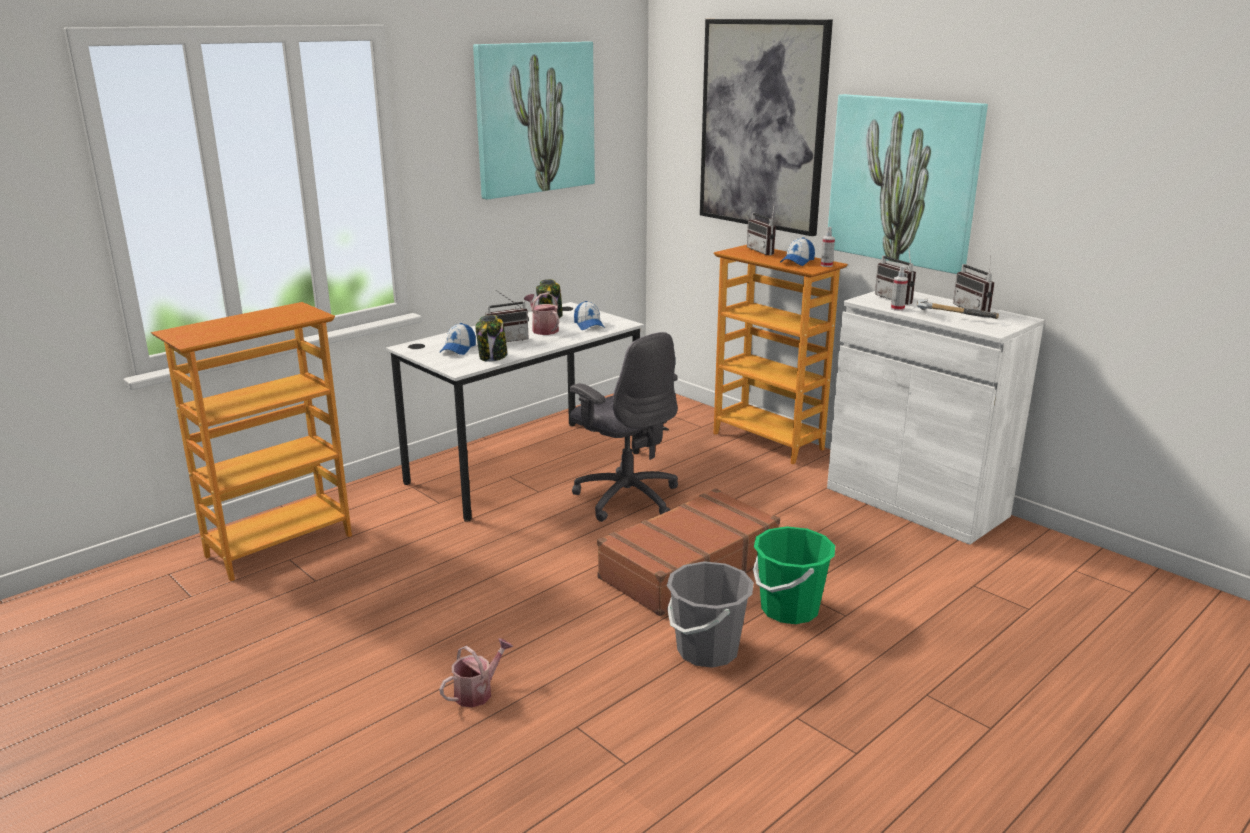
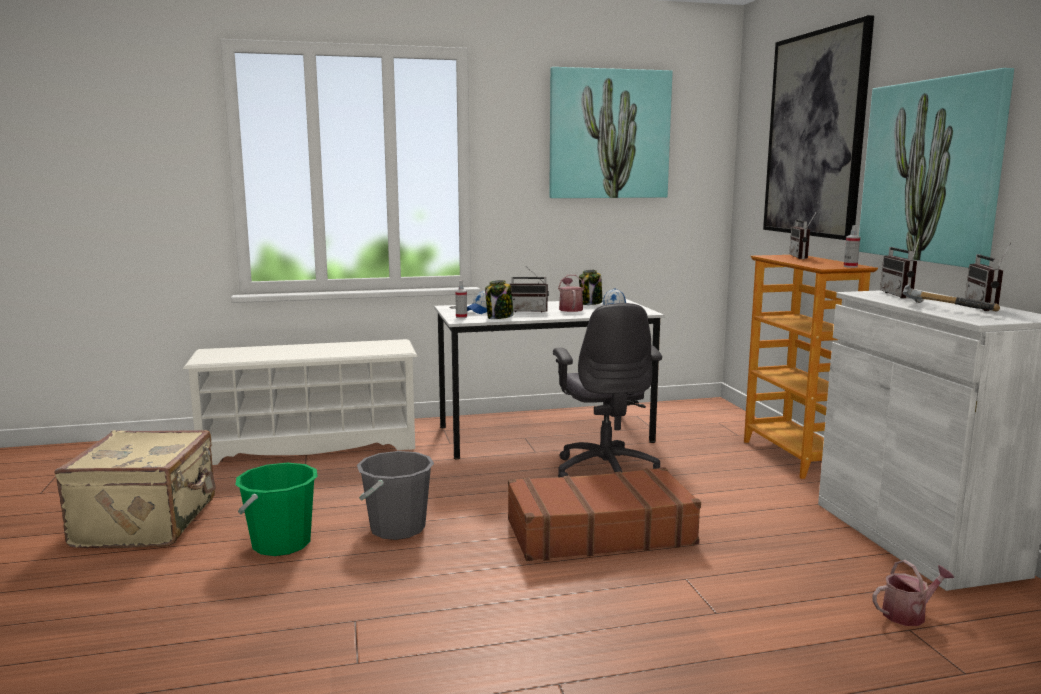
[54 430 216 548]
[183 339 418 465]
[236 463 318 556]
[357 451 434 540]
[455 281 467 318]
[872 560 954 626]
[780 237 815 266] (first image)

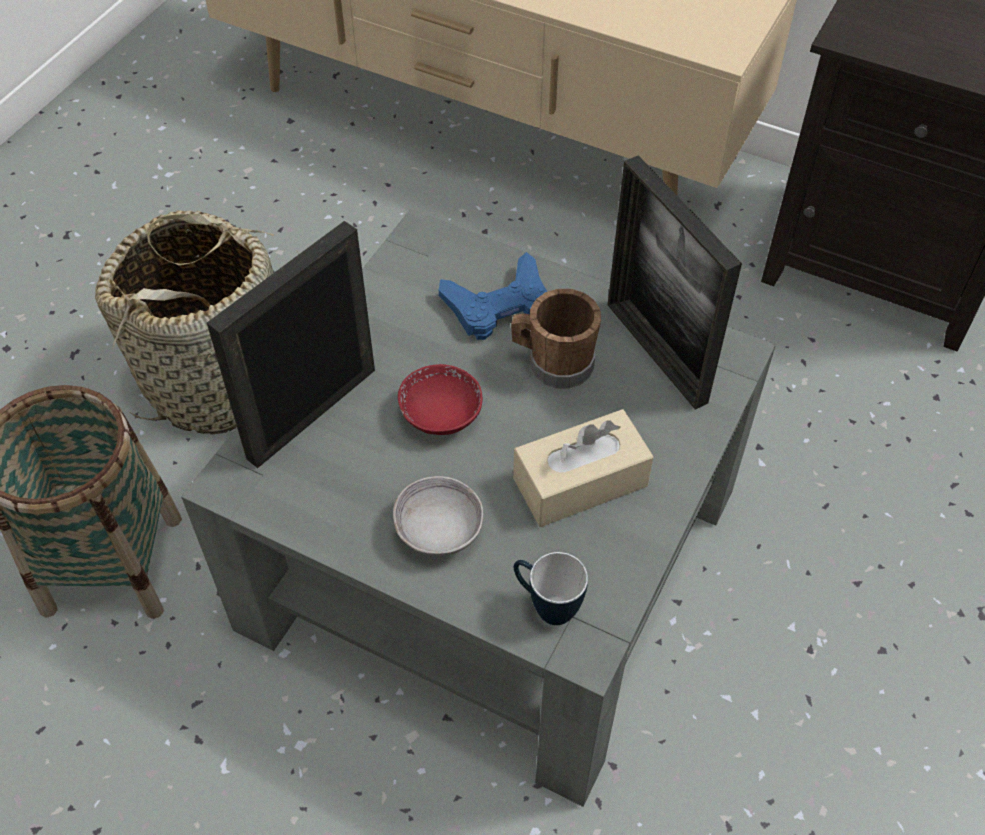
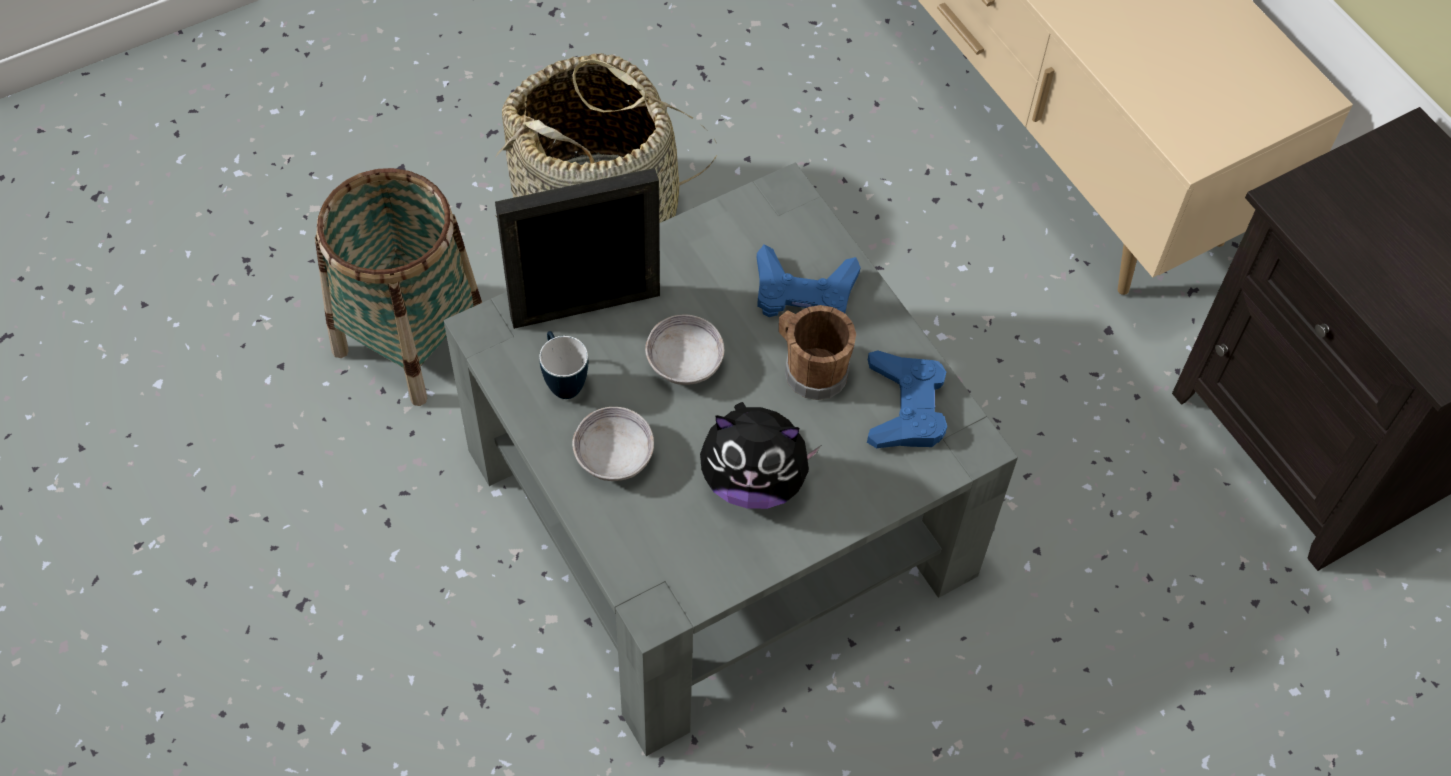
[539 331 588 399]
[645 315 724 385]
[700 402 821 509]
[867 350 947 448]

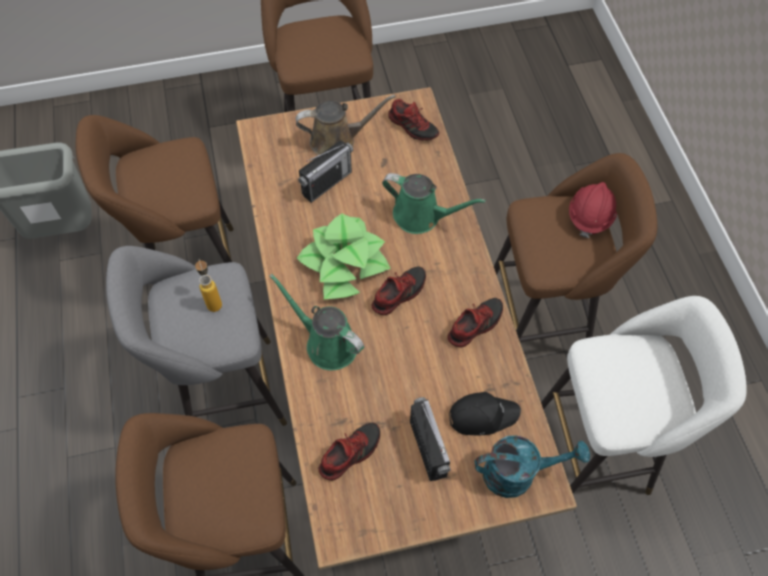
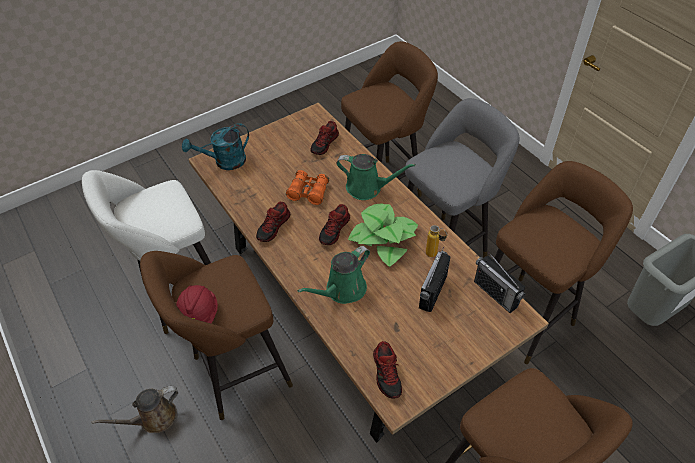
[91 386 178 433]
[286 170 329 205]
[298 246 370 304]
[373 341 402 398]
[426 225 448 257]
[474 252 525 313]
[449 392 521 435] (first image)

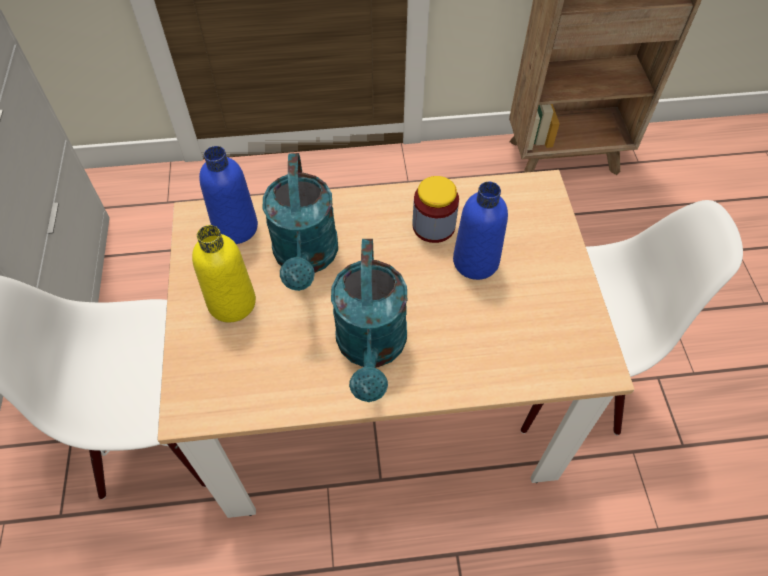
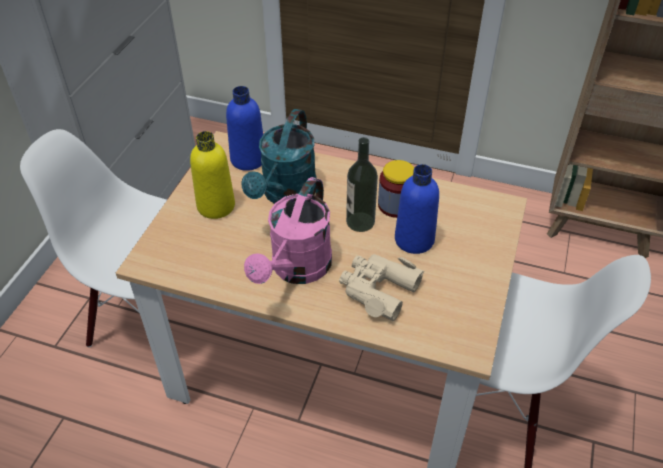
[244 177 332 284]
[339 254 424 321]
[346 137 378 232]

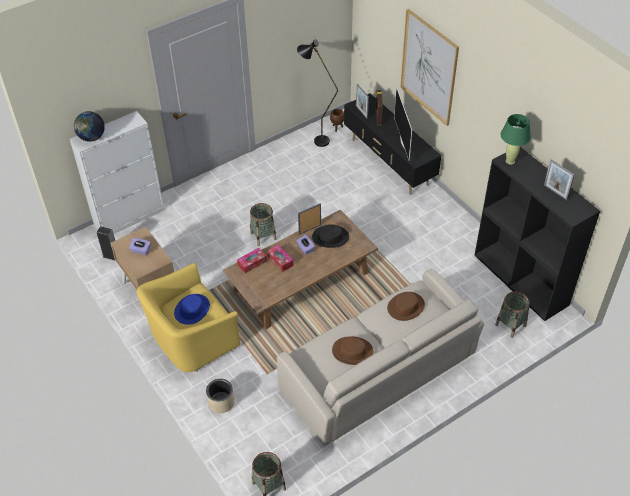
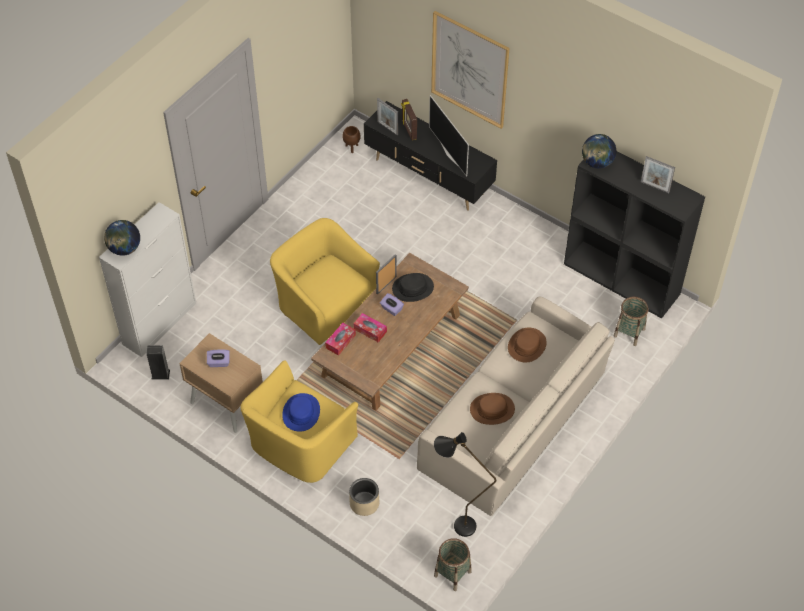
[270 218 380 345]
[434 432 496 537]
[582 134 616 169]

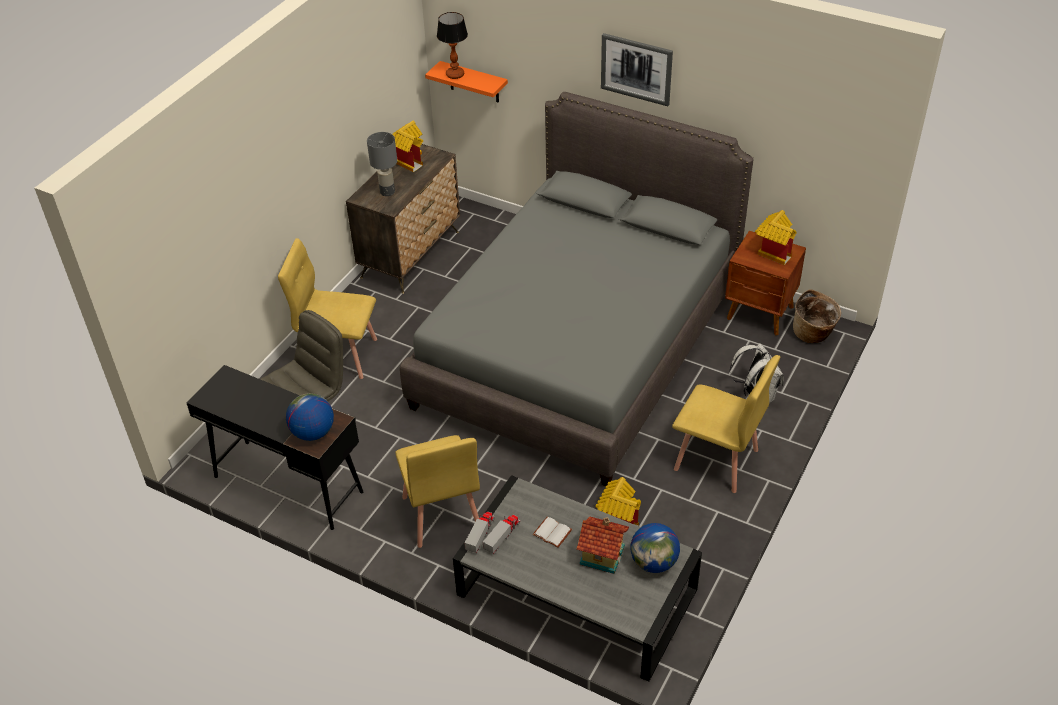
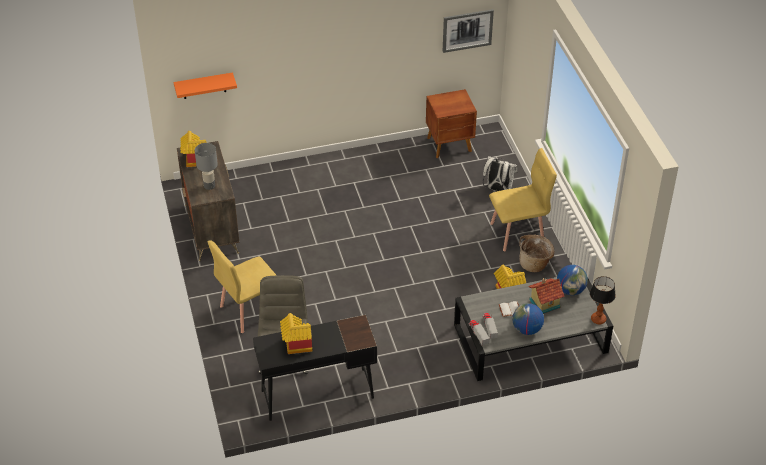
[280 313 313 354]
[443 9 494 53]
[512 303 544 335]
[519 235 555 272]
[590 276 616 324]
[395 435 480 548] (first image)
[400 92 754 486] (first image)

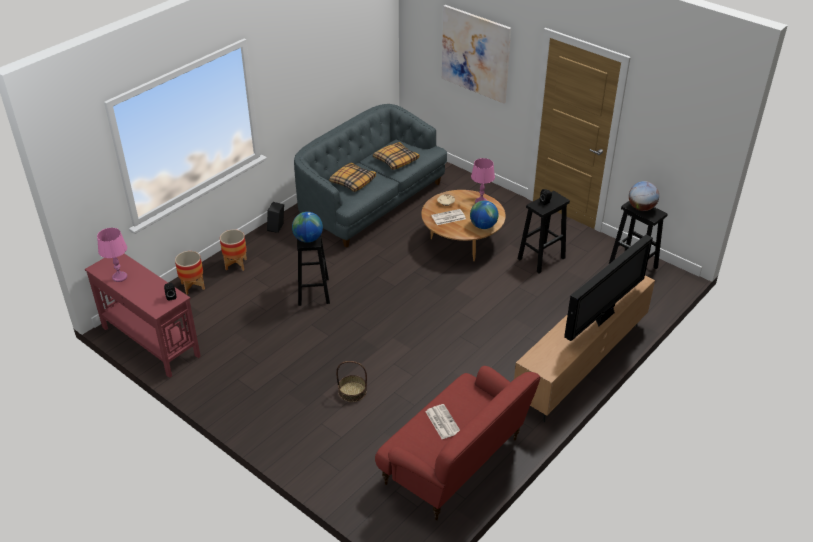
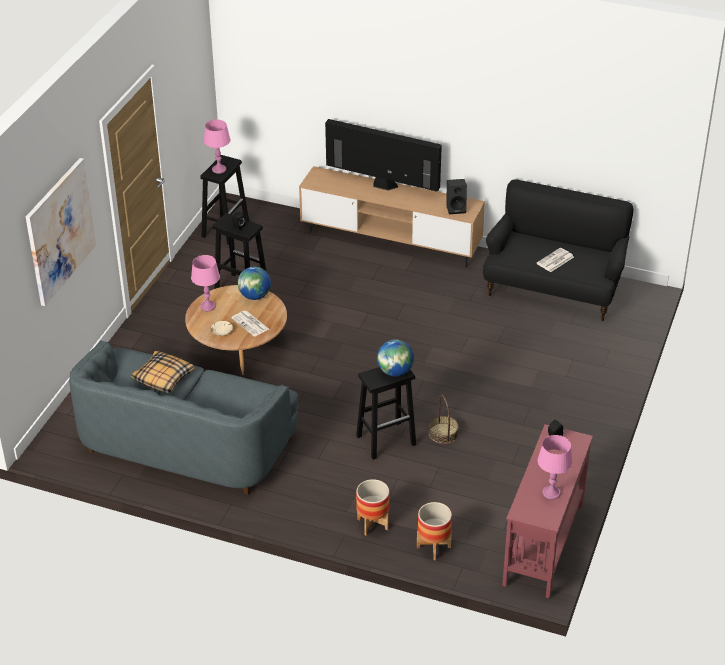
[204 120 231 174]
[428 395 459 444]
[446 179 467 214]
[483 179 634 321]
[329 163 376 192] (first image)

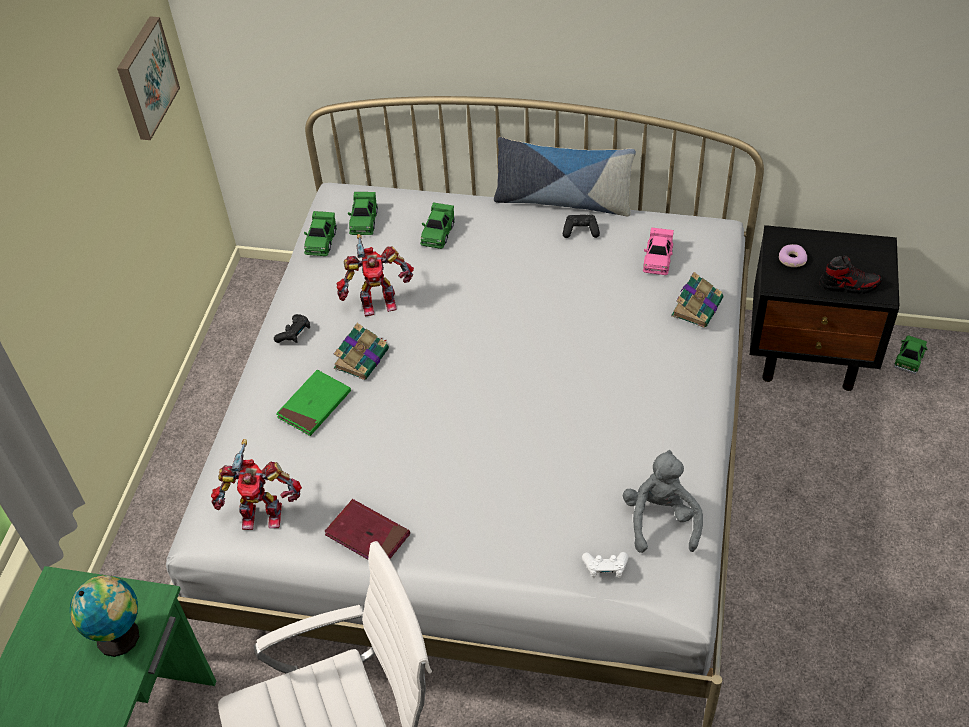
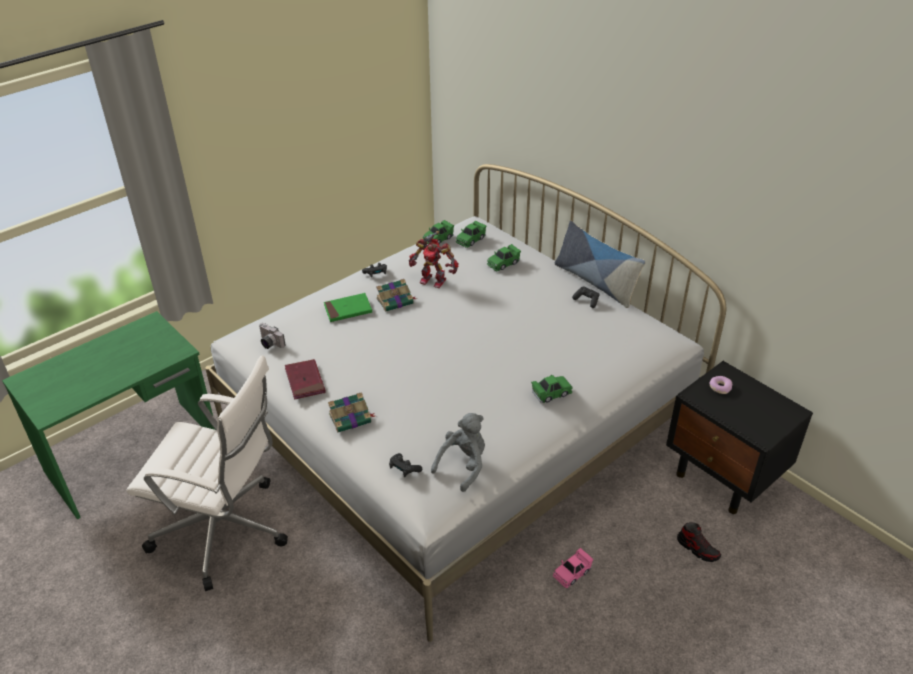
[259 323 285 349]
[328 392 375 433]
[389 453 422 477]
[531 375 573 403]
[553 548 593 588]
[677 522 721 562]
[70 575 139 657] (first image)
[117 16 180 140] (first image)

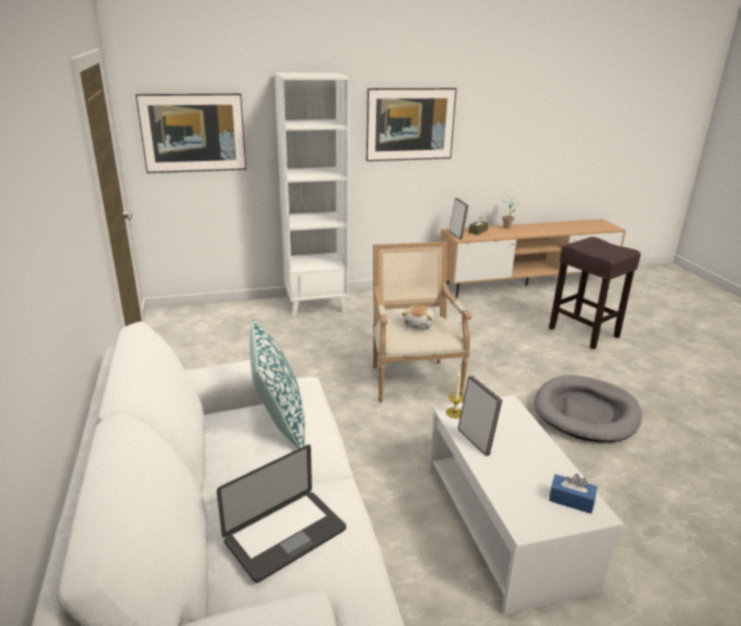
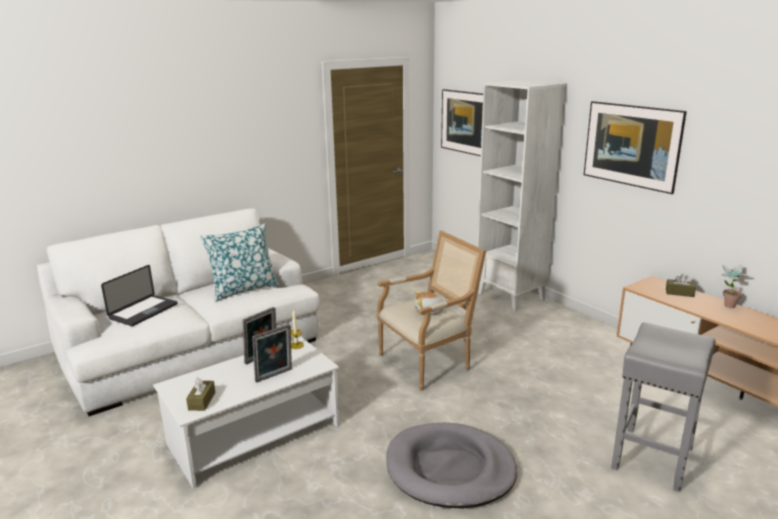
[101 265 178 326]
[186 377 215 411]
[252 324 292 382]
[611 323 716 492]

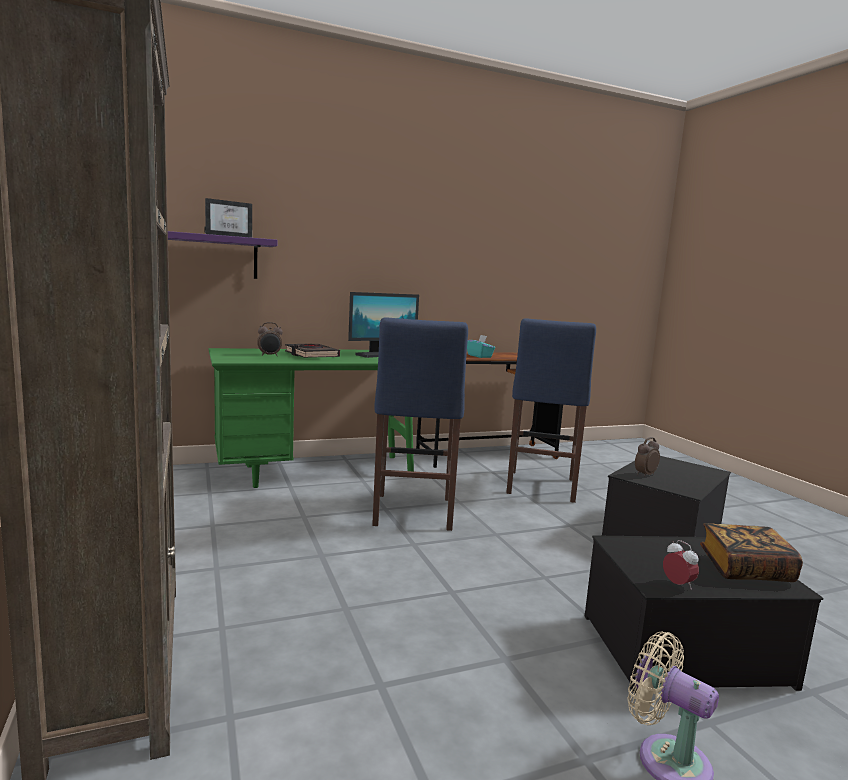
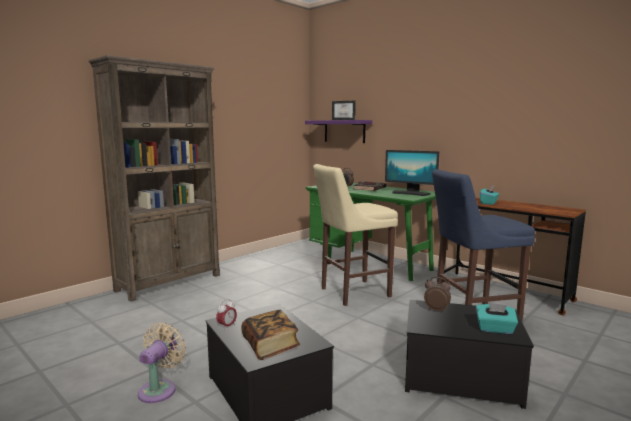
[313 164 398 306]
[476 303 518 334]

